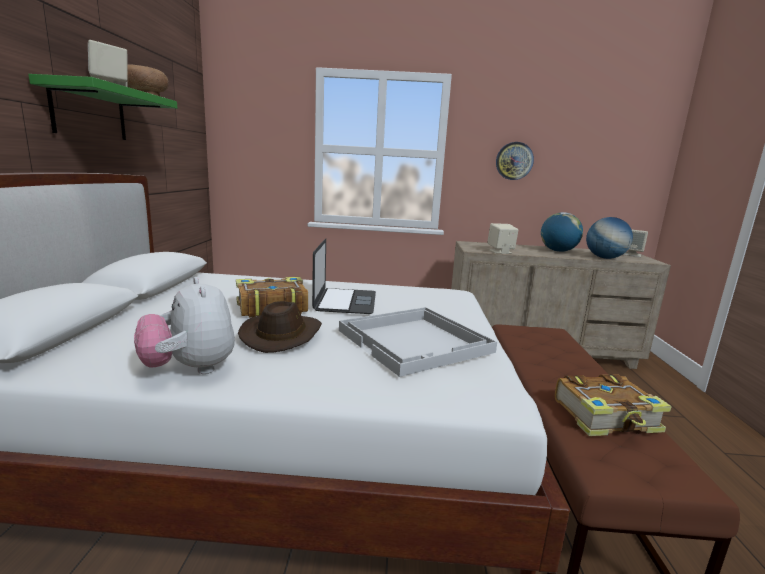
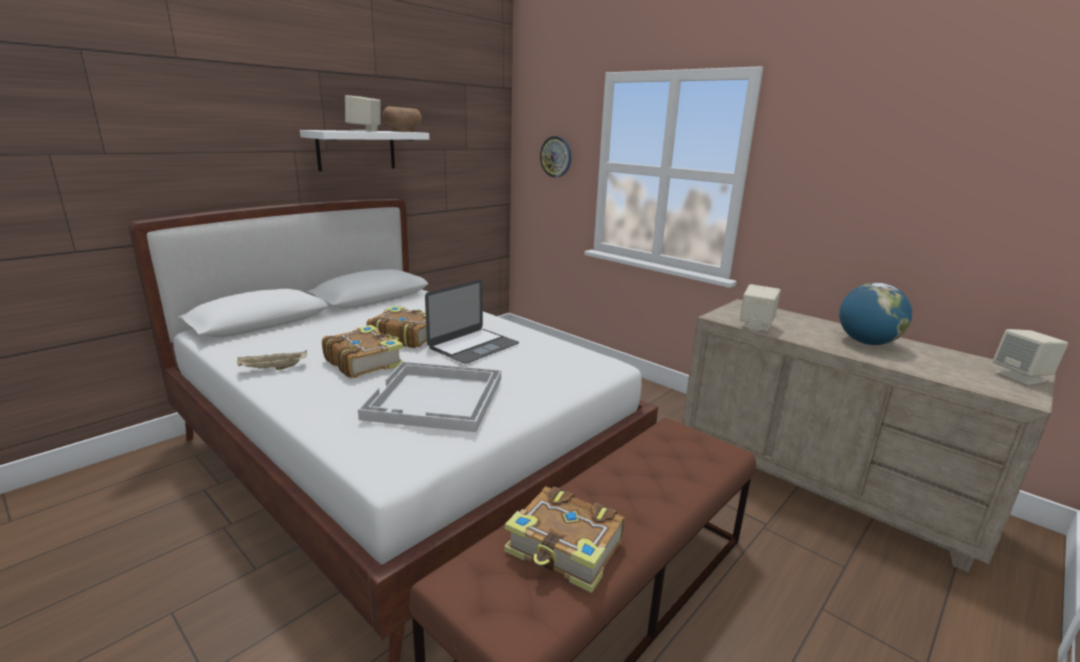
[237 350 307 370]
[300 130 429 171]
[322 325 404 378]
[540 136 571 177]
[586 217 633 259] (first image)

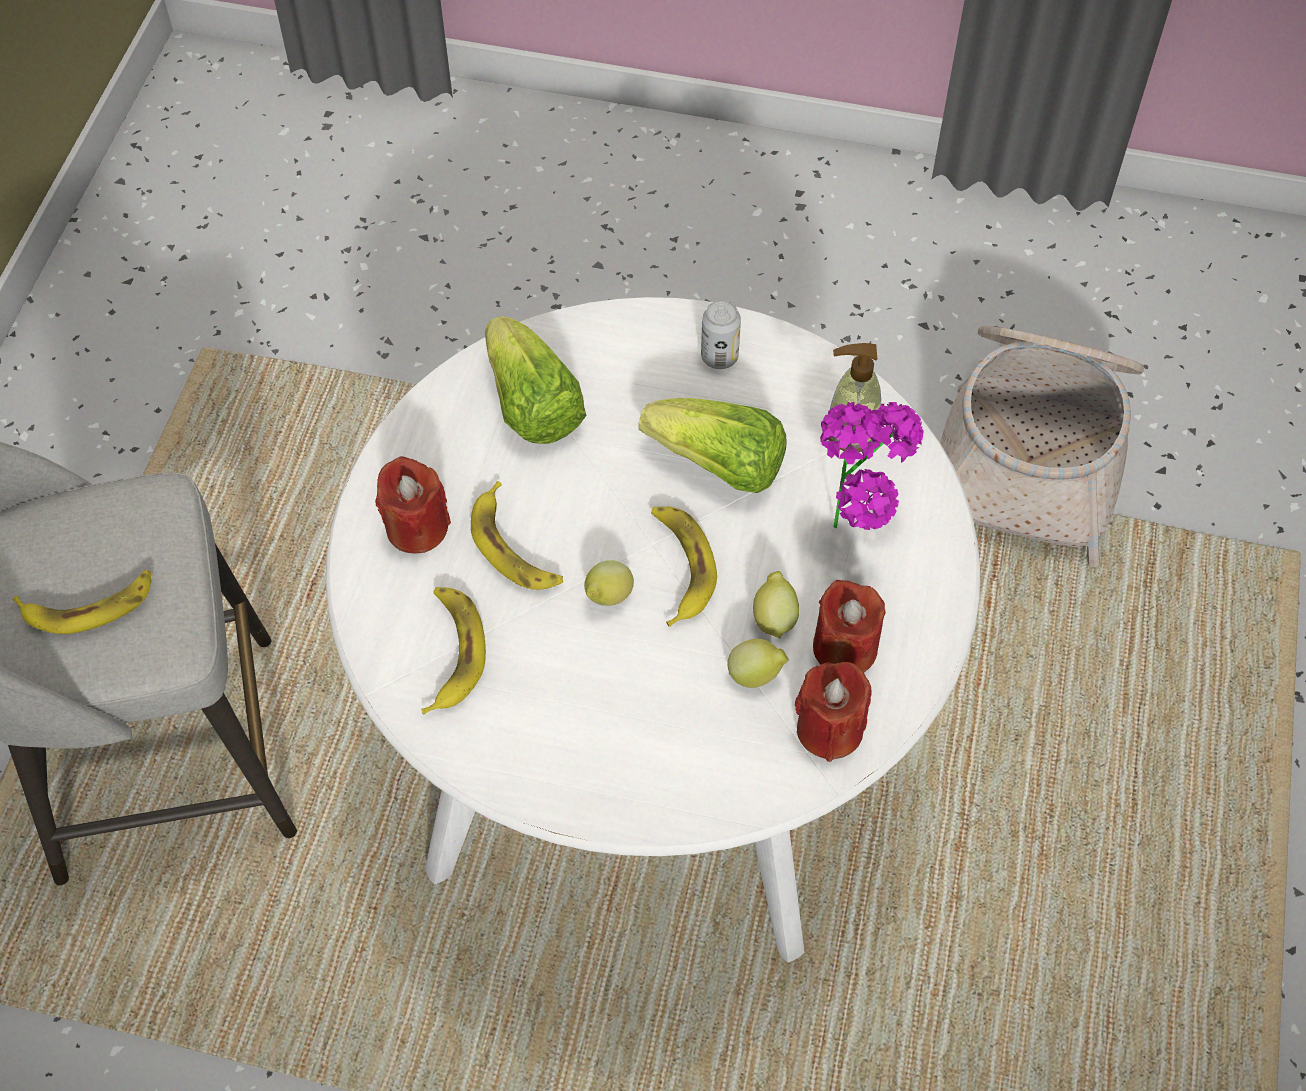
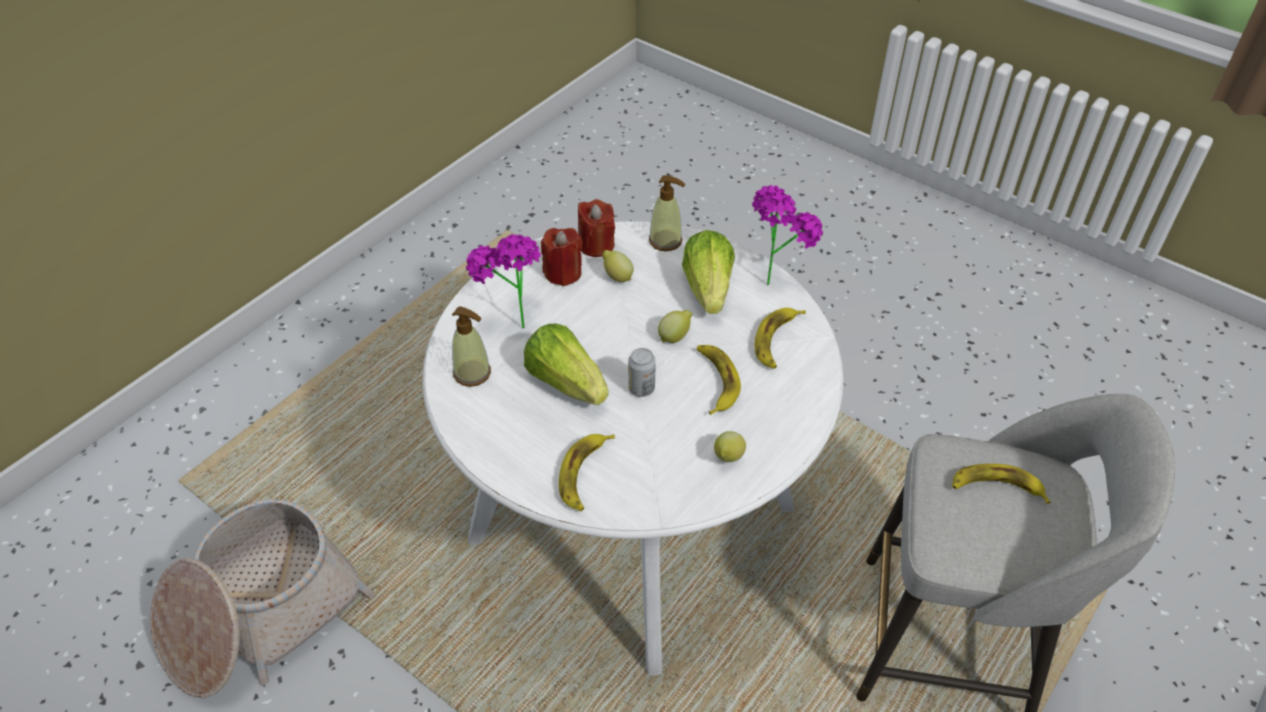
[559 434 615 511]
[628 348 656 397]
[649 175 685 251]
[682 230 735 314]
[714 431 746 462]
[752 185 823 285]
[375 456 451 554] (first image)

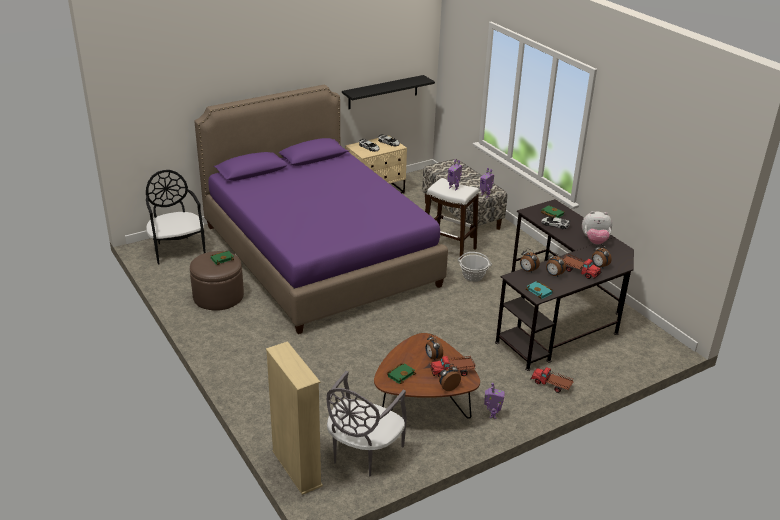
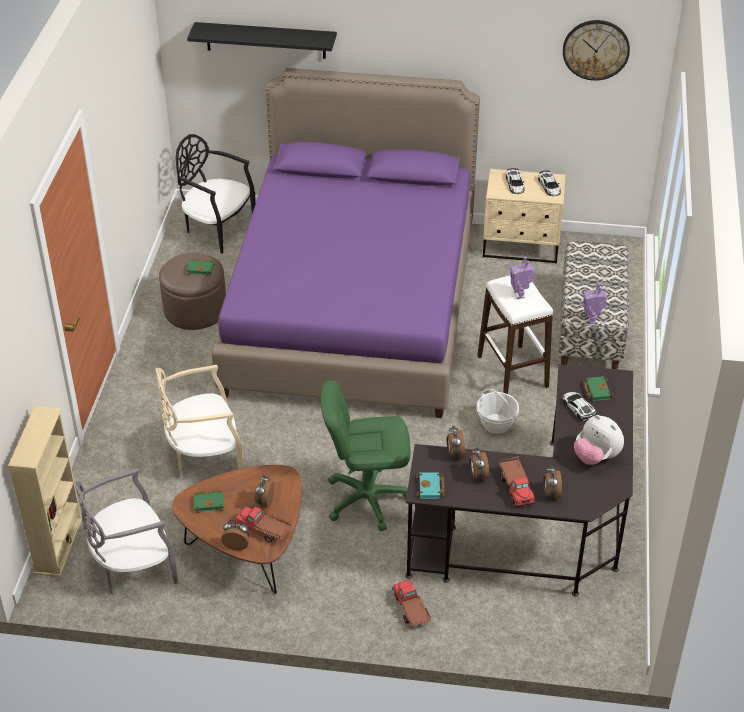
[156 365 243 478]
[176 134 255 254]
[187 22 337 59]
[321 380 411 531]
[563 20 630 81]
[484 383 504 419] (first image)

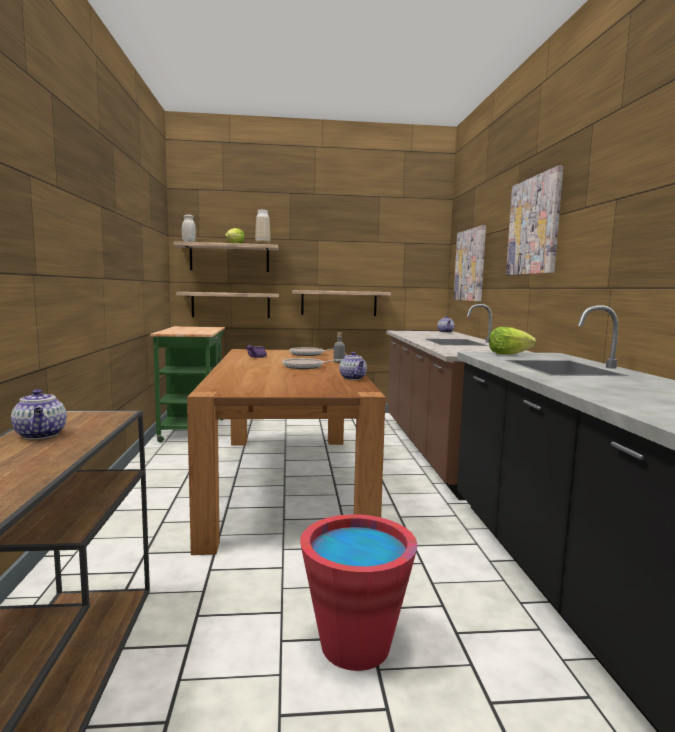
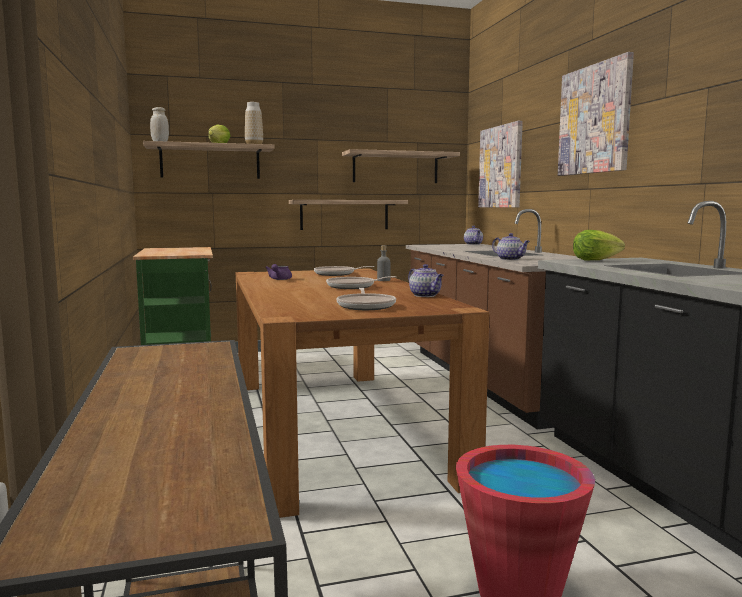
[337 288 396 310]
[342 149 460 183]
[492 233 530 260]

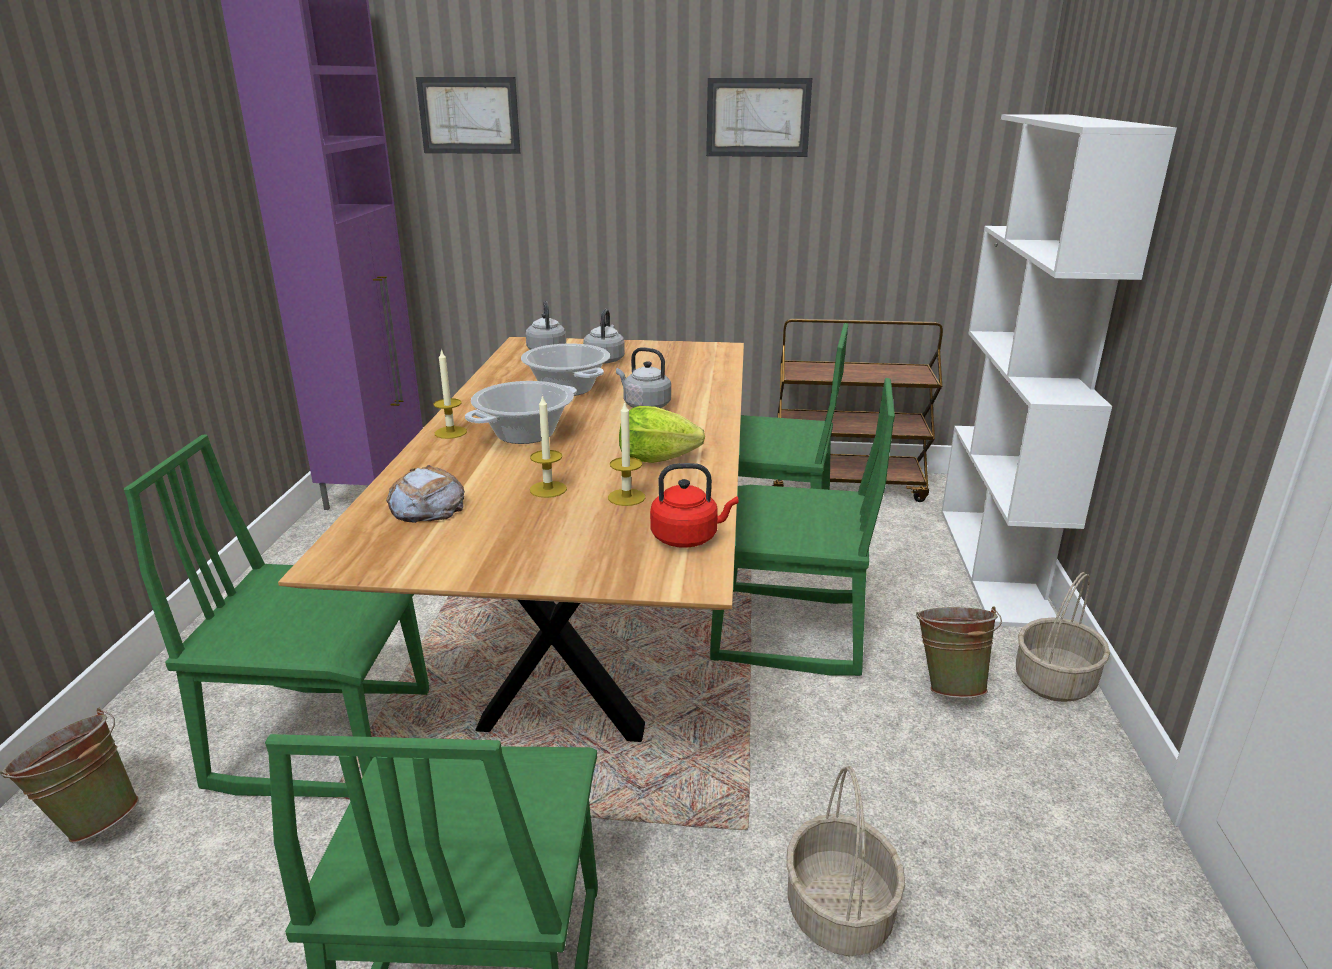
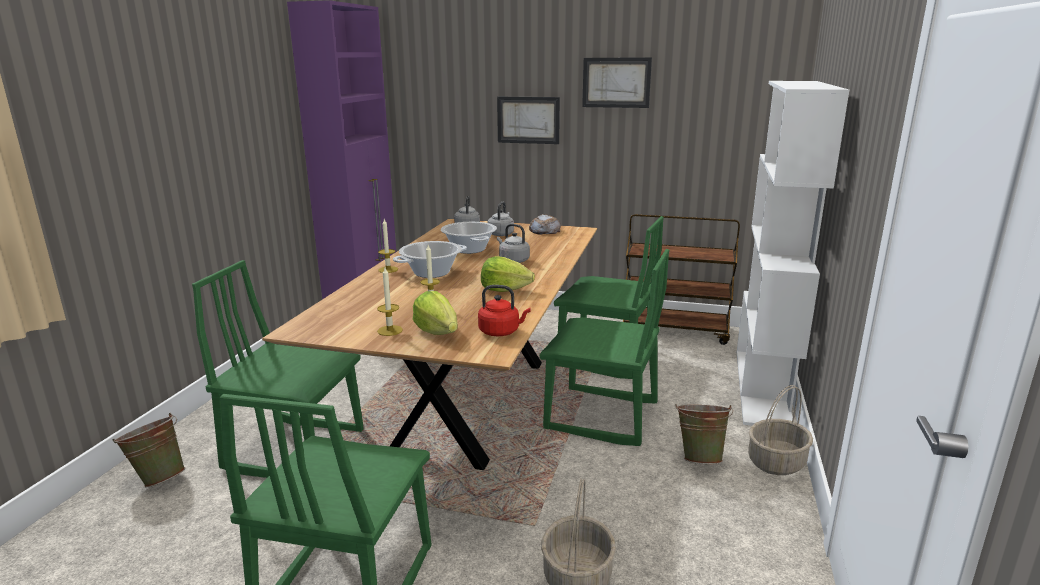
[377 268 403 336]
[413 291 458 335]
[497 97 560 144]
[529 214 561 235]

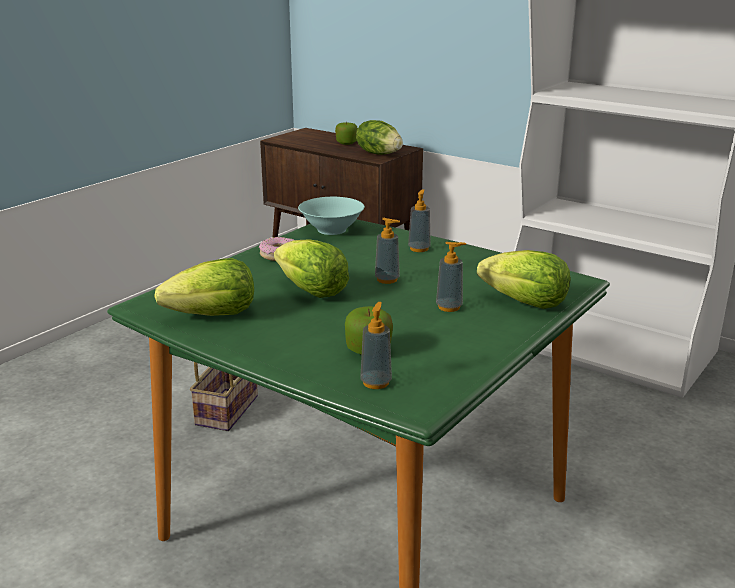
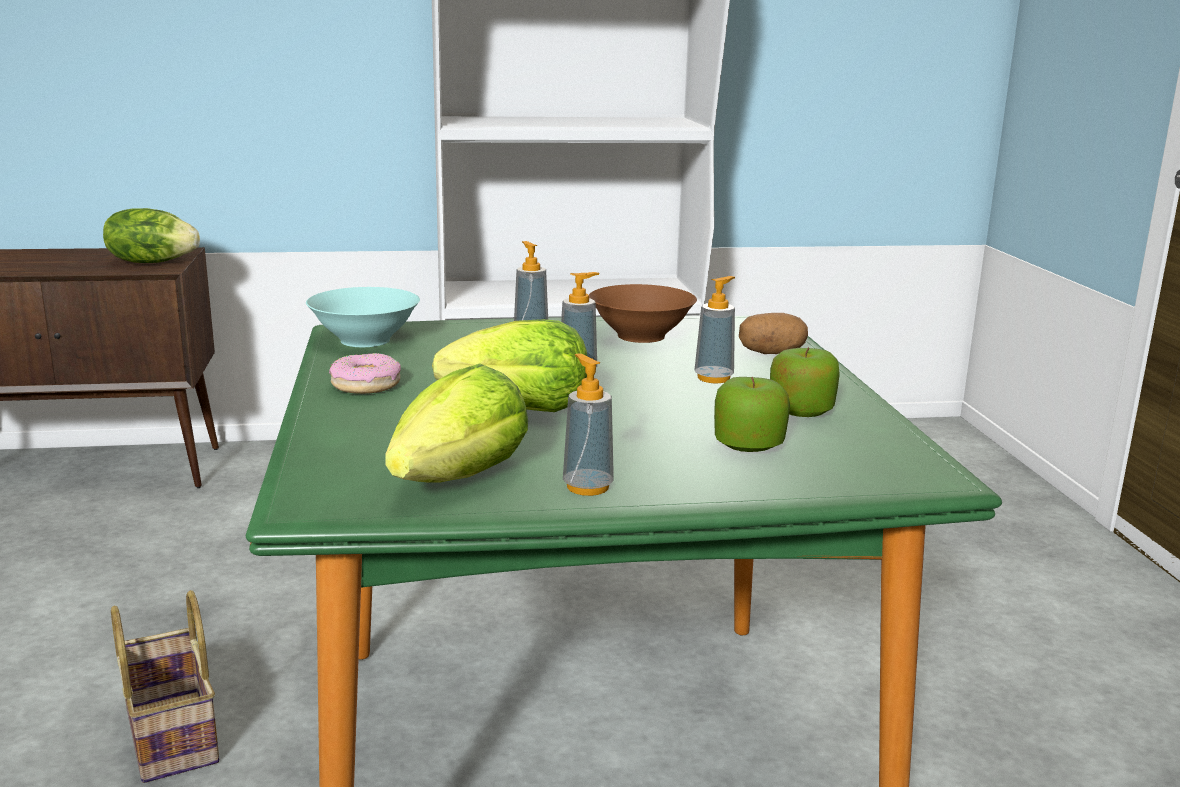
[563 354 614 496]
[589 284 697 343]
[739 313 808 354]
[770 347 840 417]

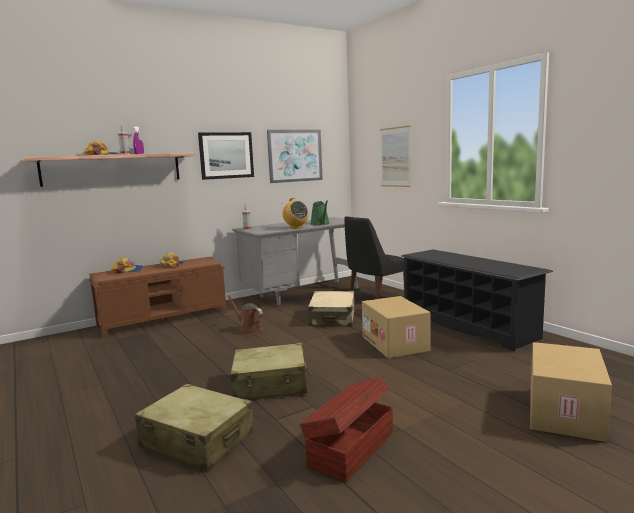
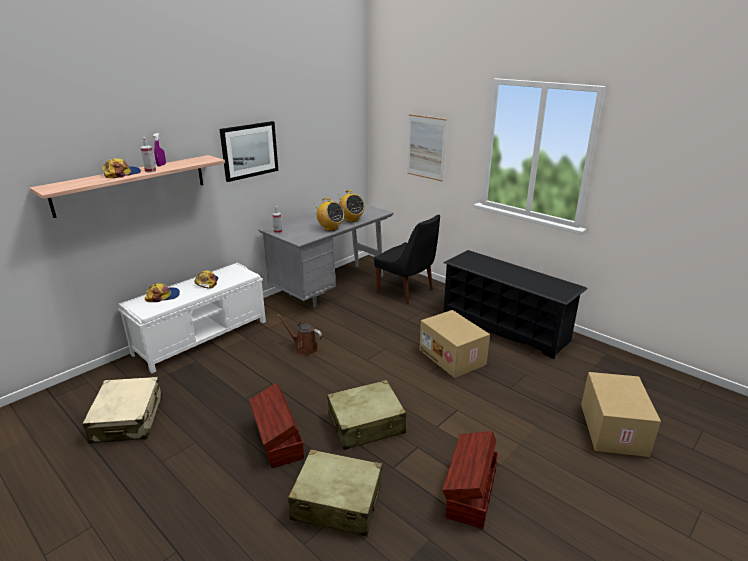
[82 377 162 443]
[118 263 266 373]
[249 383 304 468]
[339 190 365 222]
[374 215 440 304]
[267 130 323 183] (first image)

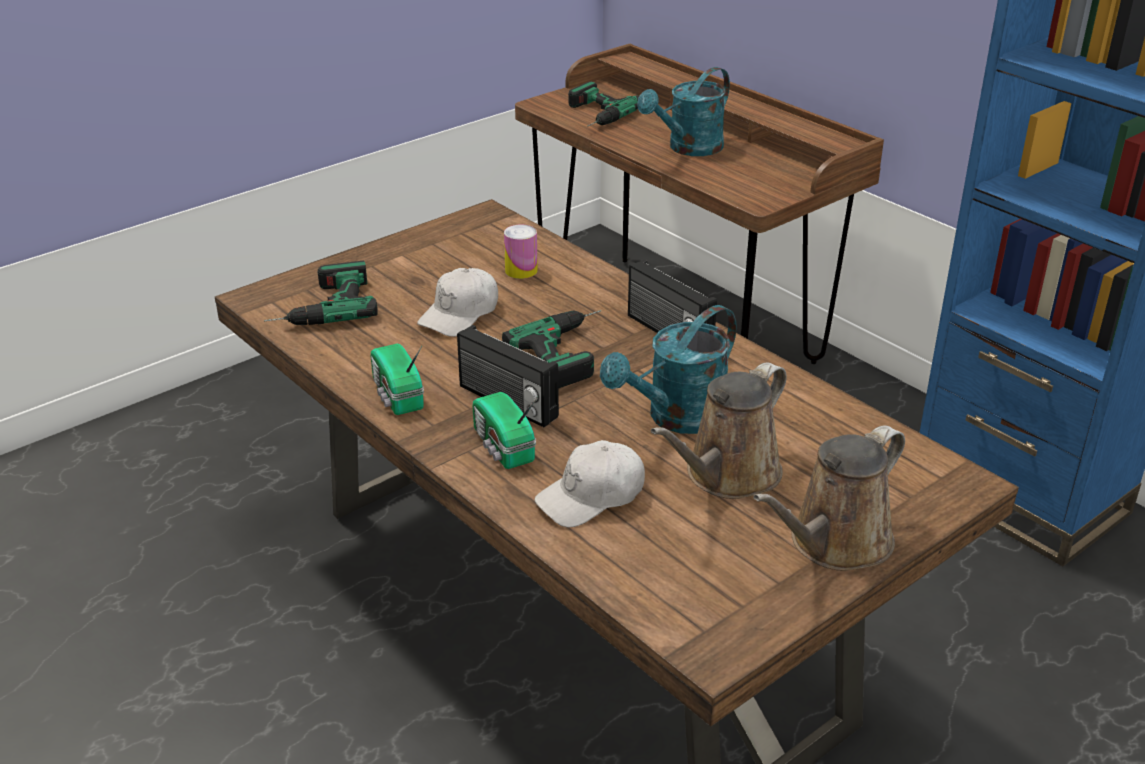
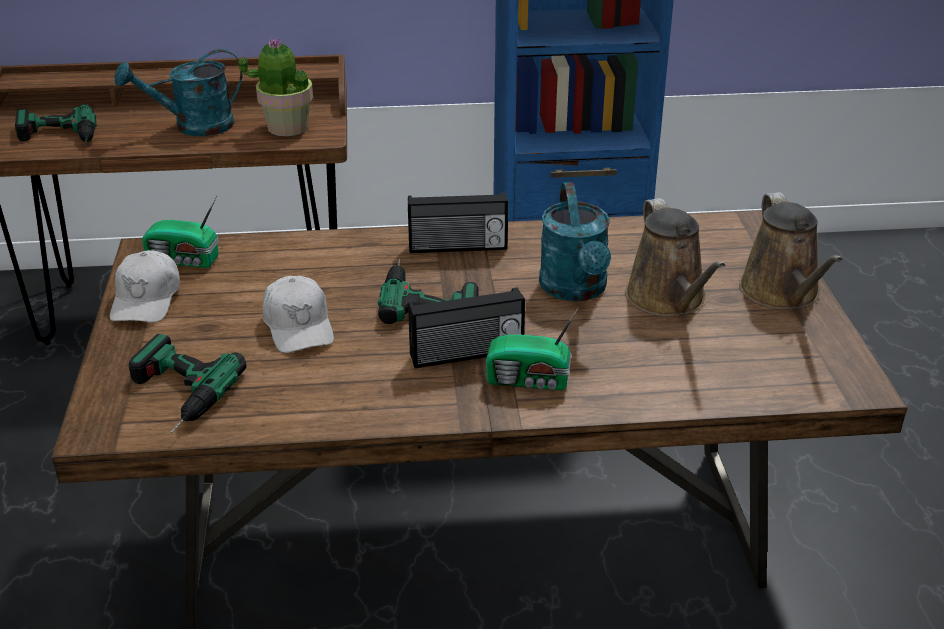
[110 250 180 323]
[115 49 242 136]
[142 196 219 268]
[239 38 313 136]
[504 224 538 279] (first image)

